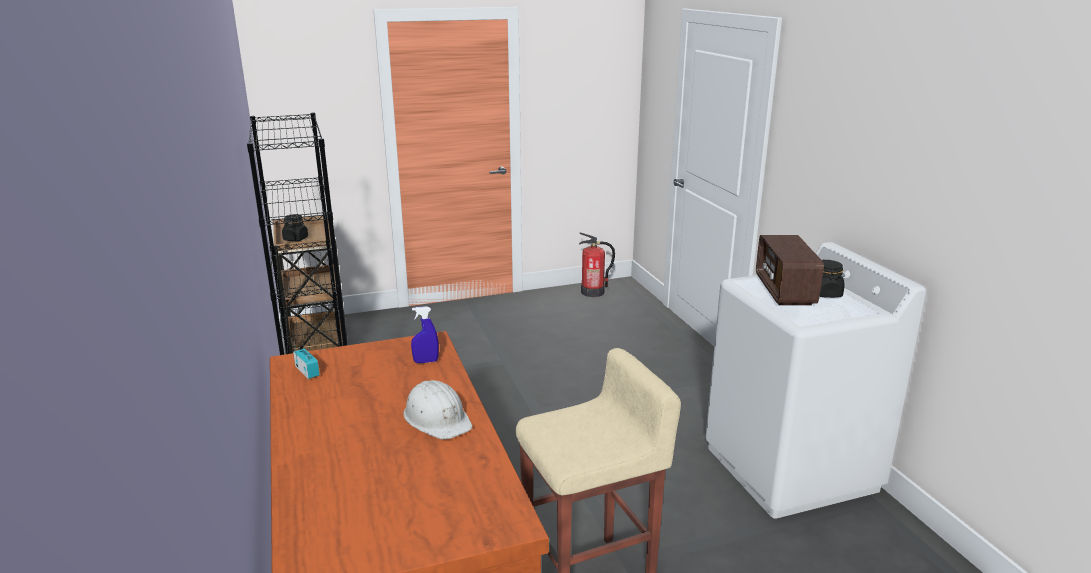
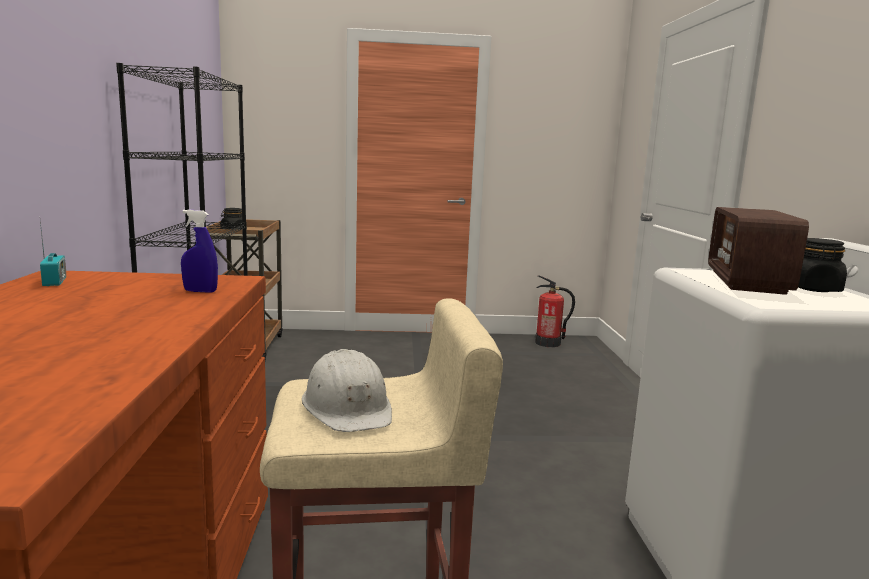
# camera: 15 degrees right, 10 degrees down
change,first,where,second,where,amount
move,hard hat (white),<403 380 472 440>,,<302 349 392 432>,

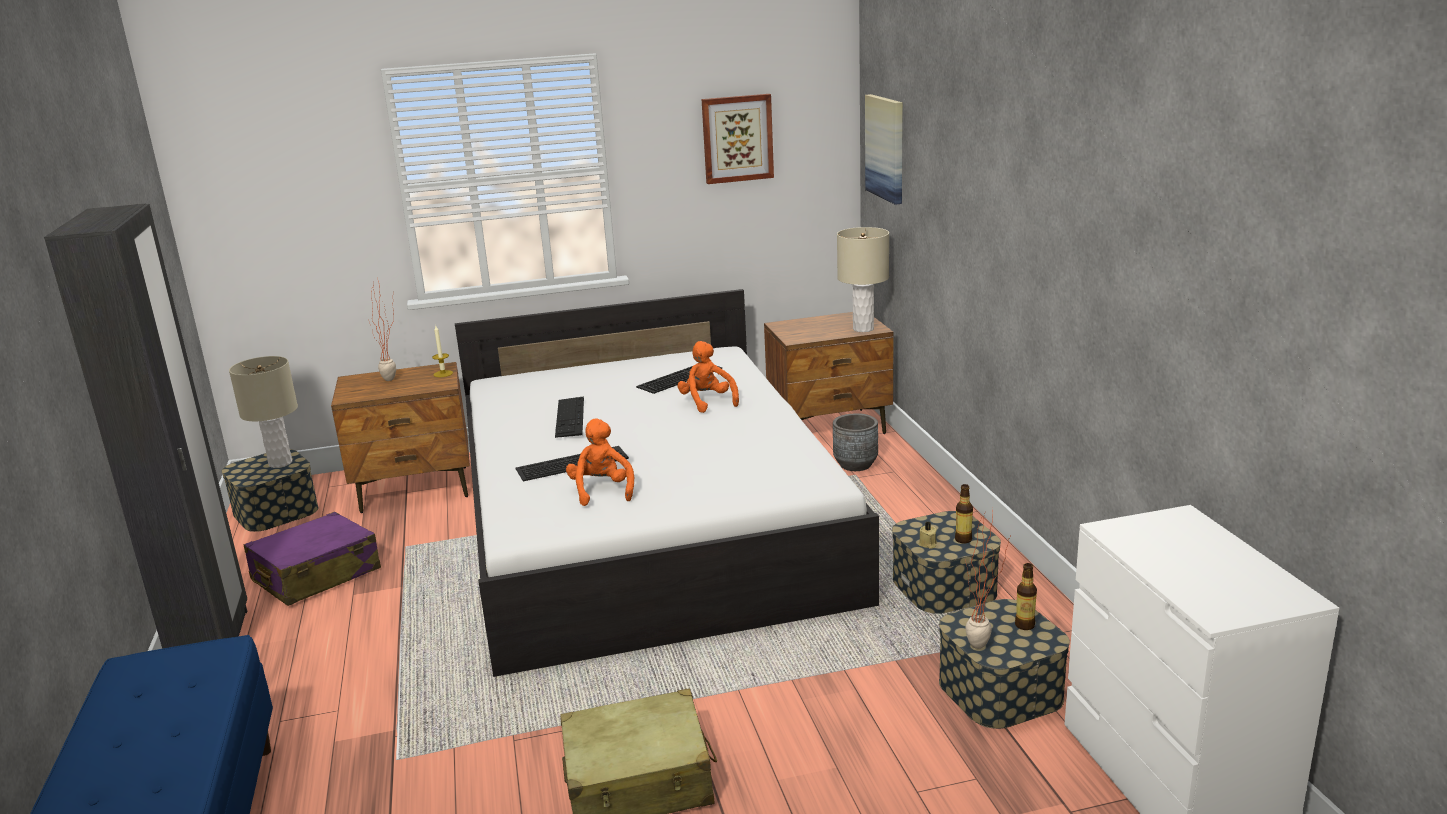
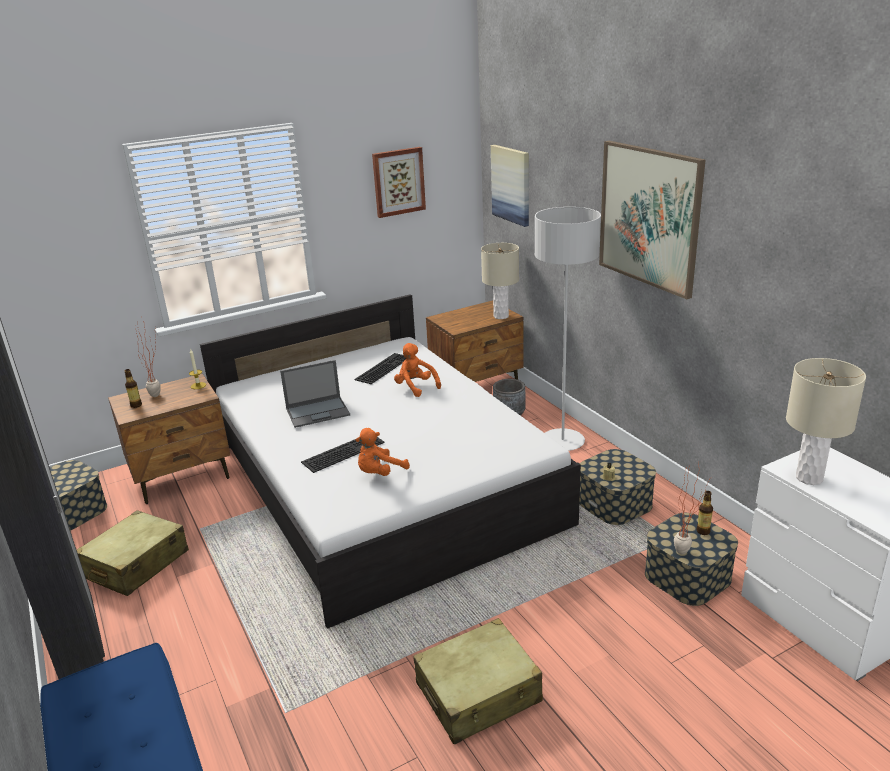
# camera: 15 degrees left, 5 degrees up
change,first,where,second,where,amount
move,table lamp (beige),<229 356 298 468>,,<786 358 866 485>,
replace,keyboard,<555 396 584 438>,laptop,<280 360 350 428>,
rotate,plush toy (orange),<566 419 634 506>,,<355 428 410 476>,105 degrees counterclockwise
move,bottle,<955 484 973 543>,,<125 369 142 408>,
recolor,suitcase (purple),<243 512 381 606>,suitcase (beige),<77 510 189 596>,
insert,,,picture,<599 141 705 299>,
insert,,,floor lamp (grey),<535 207 601 451>,

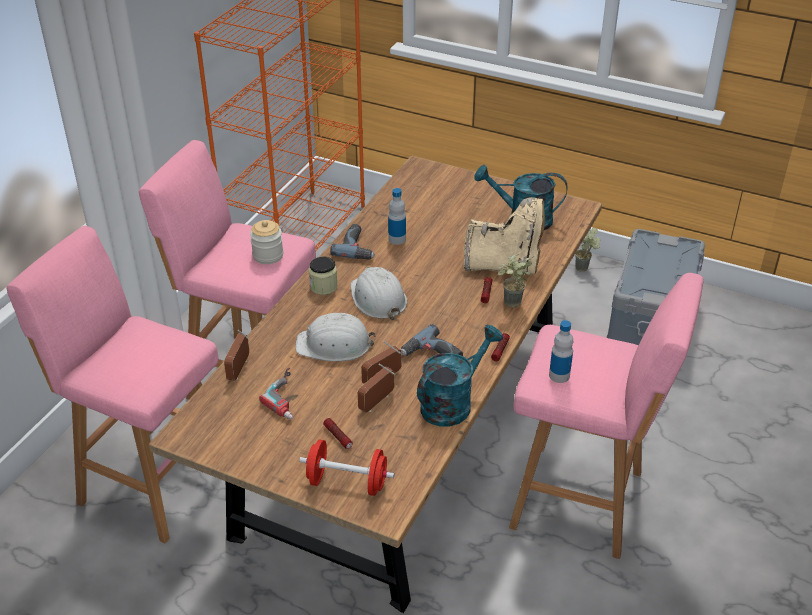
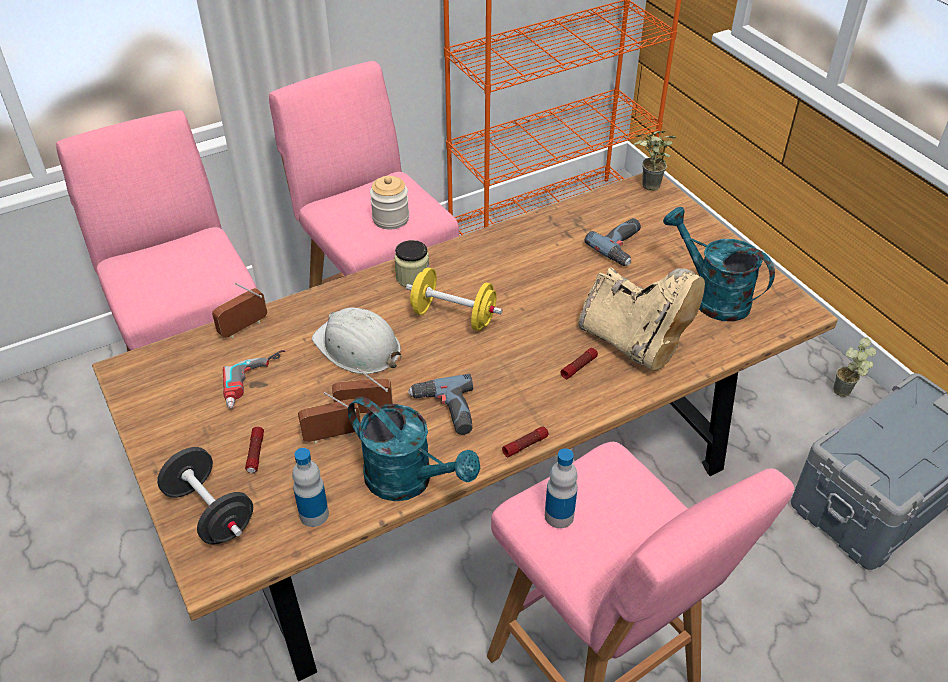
# camera: 35 degrees right, 5 degrees up
change,first,where,second,where,amount
move,bottle,<388 188 406 245>,,<292 448 329 527>,
move,power drill,<330 224 375 260>,,<584 218 641 266>,
move,potted plant,<498 254 534 308>,,<634 131 676 191>,
replace,hard hat (white),<351 267 407 320>,dumbbell (yellow),<406 267 502 331>,
rotate,watering can (turquoise),<417 325 503 427>,,<348 397 480 501>,45 degrees clockwise
recolor,dumbbell (red),<299 439 395 496>,dumbbell (black),<157 447 253 545>,

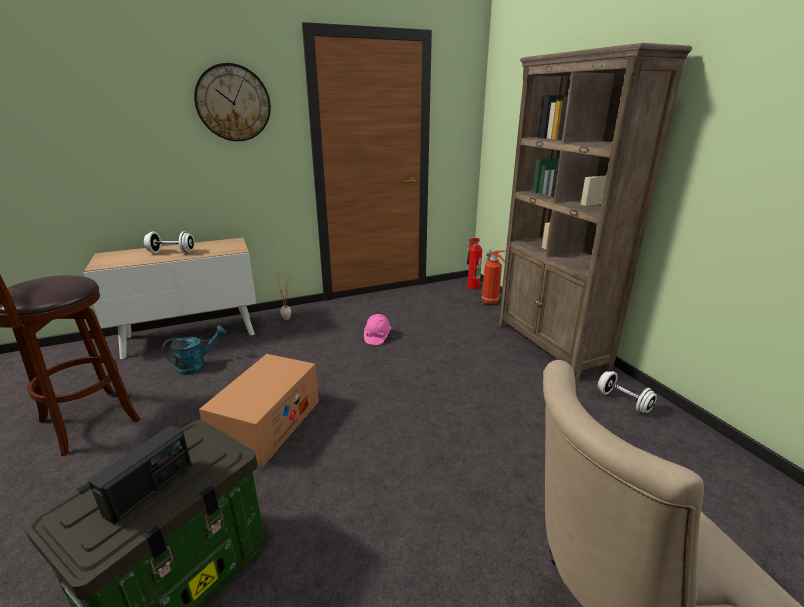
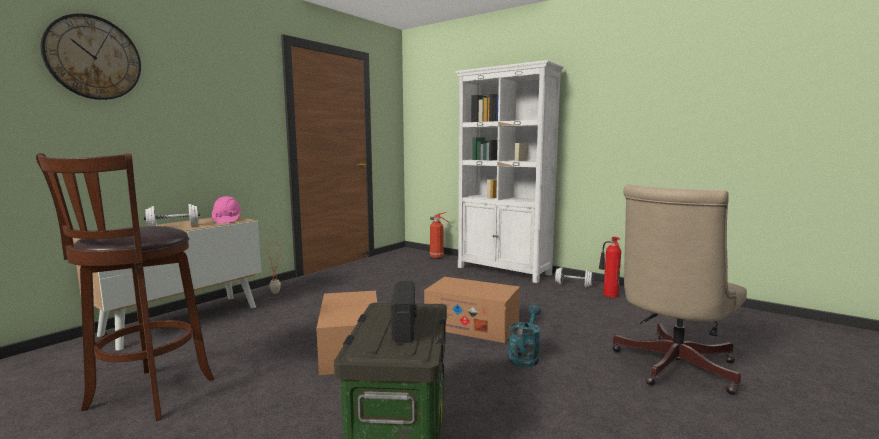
# camera: 30 degrees left, 15 degrees down
change,first,where,second,where,amount
recolor,bookcase (brown),<498 43 692 382>,bookcase (white),<455 60 564 283>,
move,wall clock,<194 63 271 141>,,<41 13 141 100>,
move,fire extinguisher,<467 238 482 289>,,<599 237 621 298>,
move,hard hat (pink),<364 314 391 345>,,<212 196 242 223>,
move,watering can (turquoise),<162 325 226 375>,,<508 305 541 367>,
insert,,,cardboard box,<424 277 520 343>,

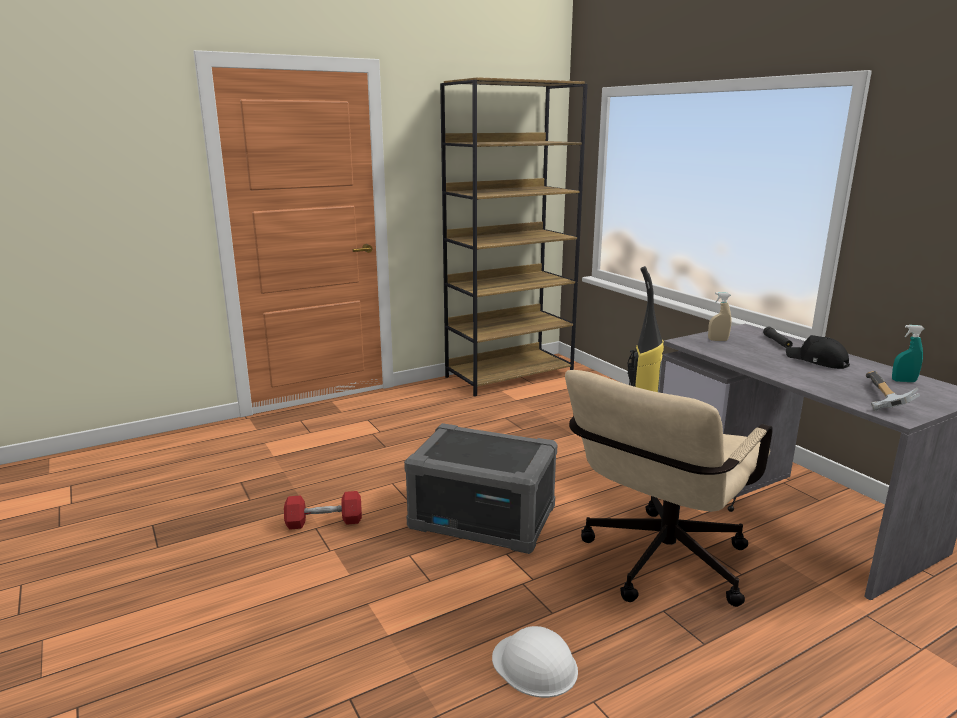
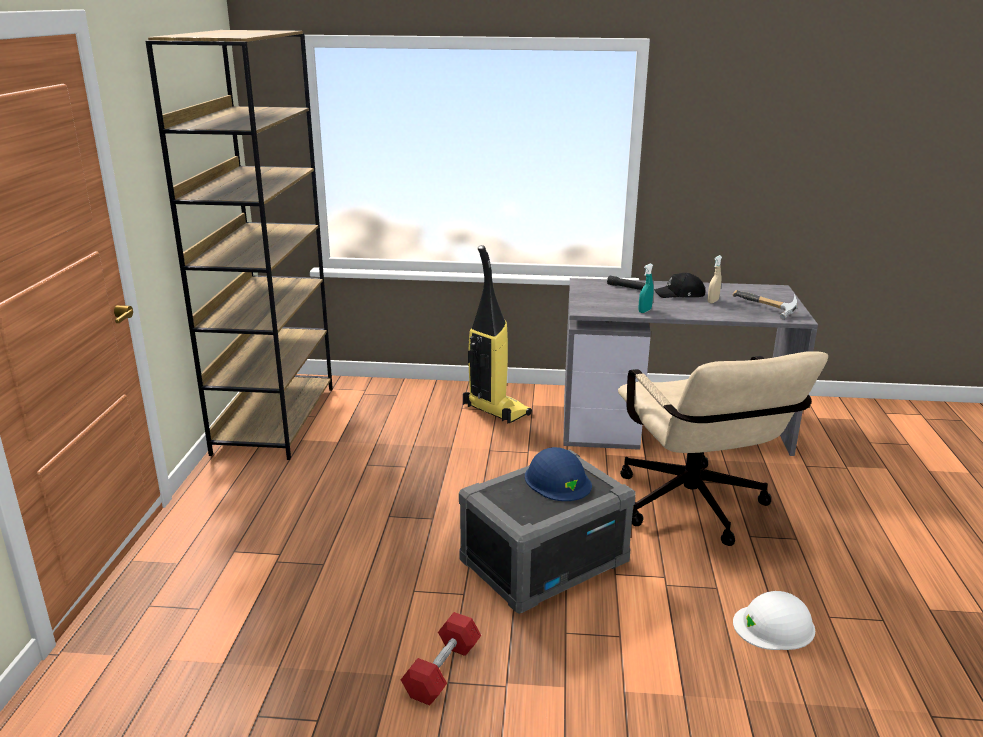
# camera: 55 degrees left, 5 degrees up
change,first,where,second,where,amount
move,spray bottle (beige),<708 292 732 341>,,<708 255 722 304>,
move,spray bottle (turquoise),<892 325 925 382>,,<638 264 654 313>,
insert,,,hard hat (blue),<525 447 592 501>,

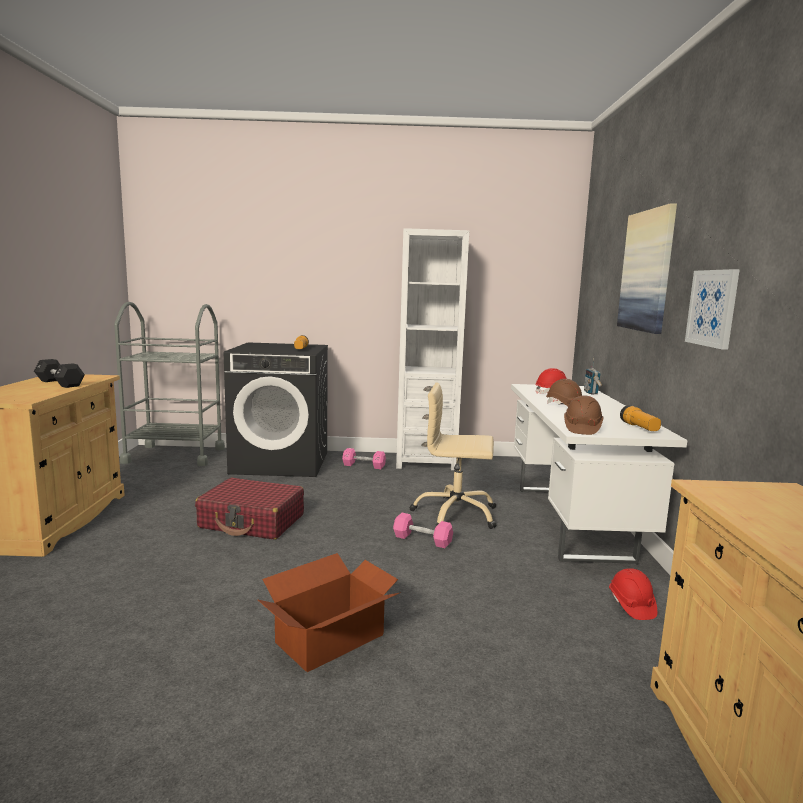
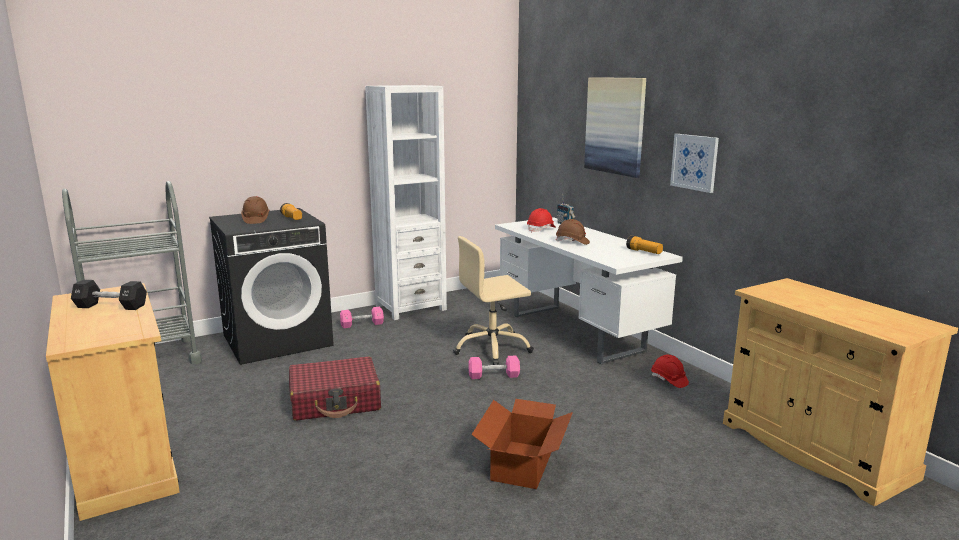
# camera: 30 degrees left, 5 degrees up
change,first,where,second,where,amount
move,hard hat (brown),<564 395 603 435>,,<241 196 269 224>,

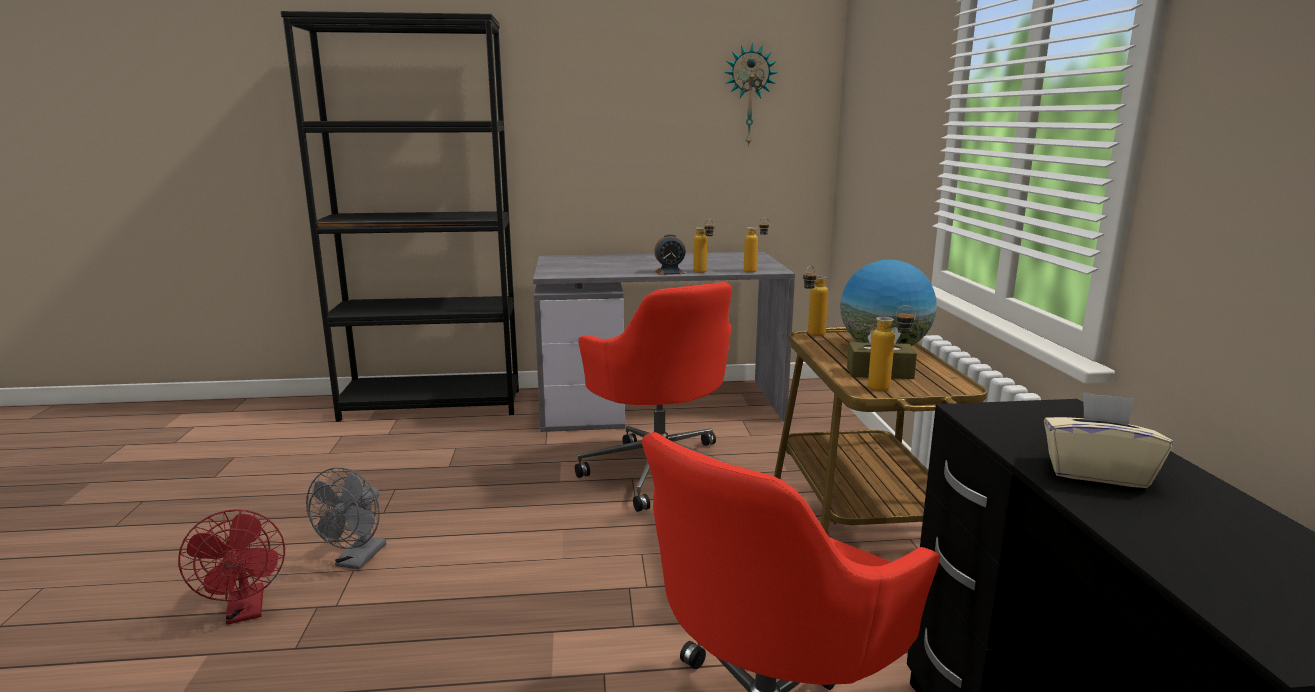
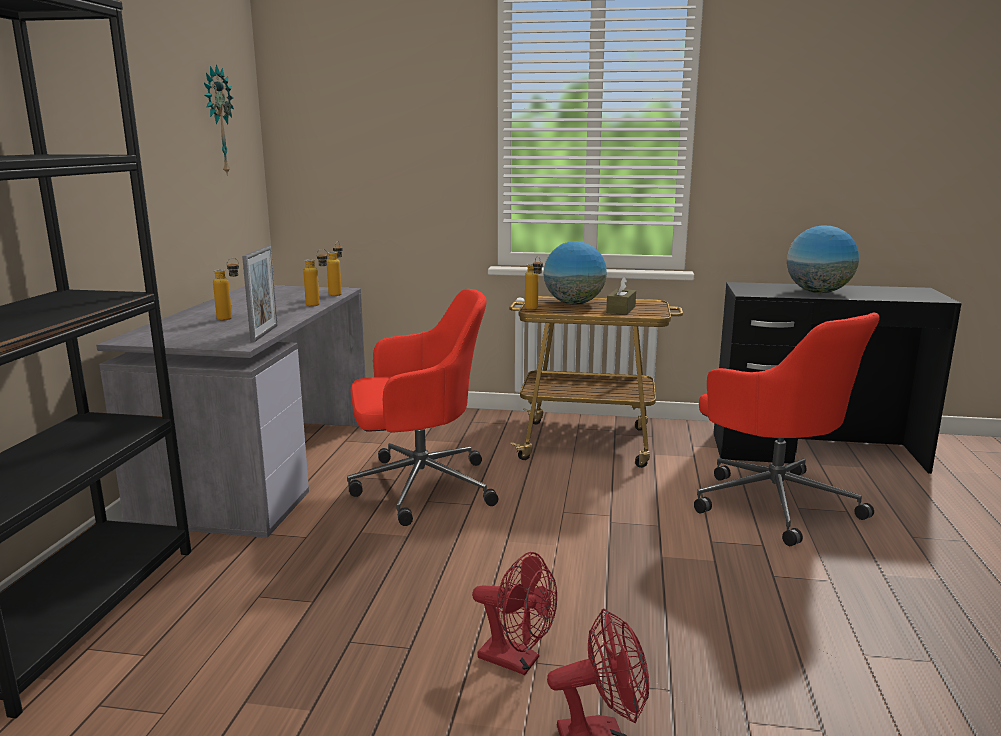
# camera: 75 degrees left, 0 degrees up
change,first,where,second,where,amount
delete,alarm clock,<654 234 686 275>,,,
move,bottle,<868 305 916 391>,,<213 258 239 320>,
replace,tissue box (beige),<1044 392 1173 488>,globe,<787 225 859 293>,
recolor,fan (grey),<306 467 386 570>,fan (red),<472 552 557 675>,
insert,,,picture frame,<242 246 278 343>,

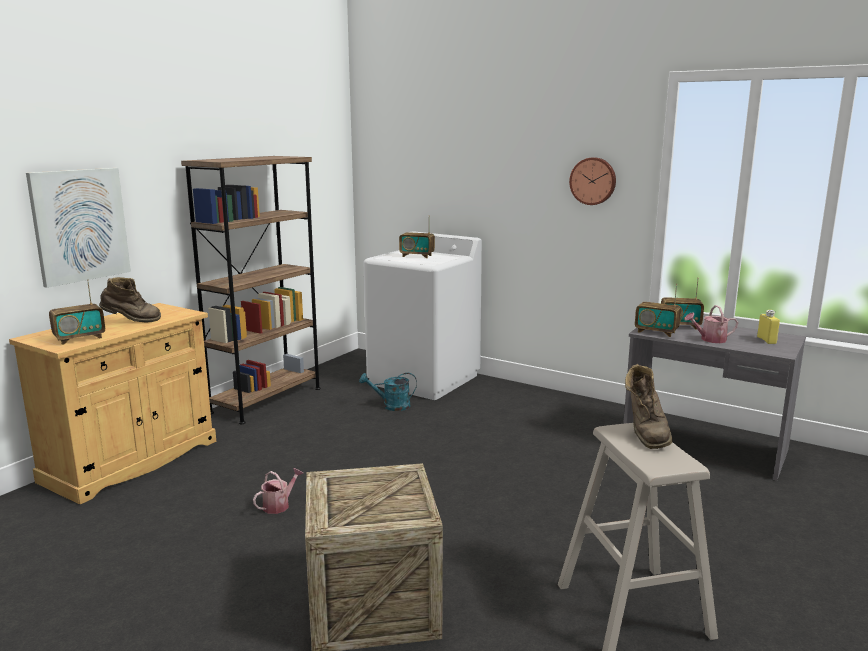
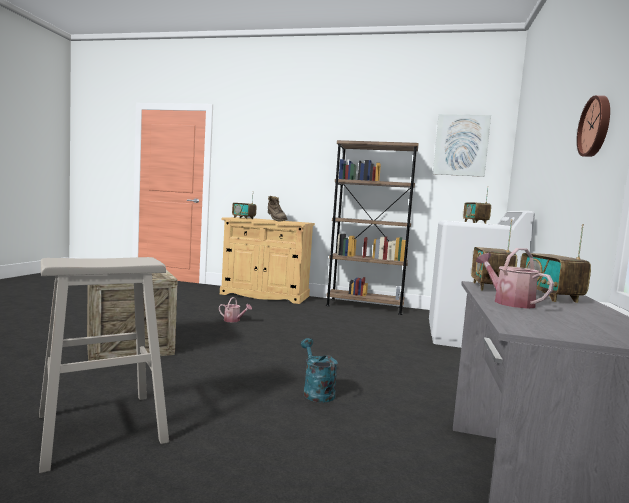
# camera: 70 degrees right, 10 degrees down
change,first,where,second,where,amount
move,picture,<26 168 131 288>,,<433 114 491 177>,
delete,bottle (yellow),<757 310 780 344>,,,
delete,boot (brown),<625 364 672 449>,,,
move,watering can (turquoise),<359 373 417 411>,,<301 338 338 403>,

